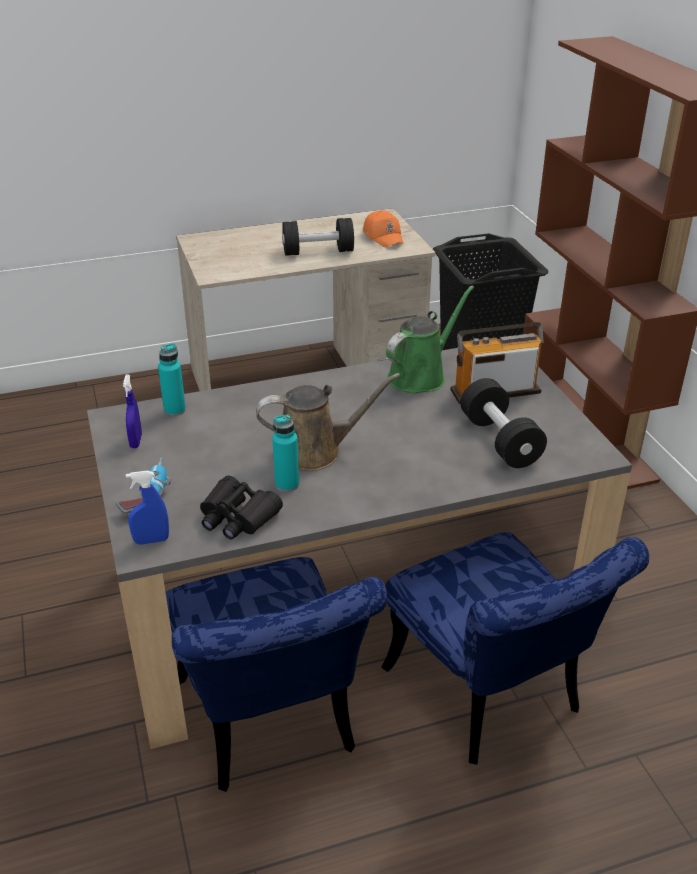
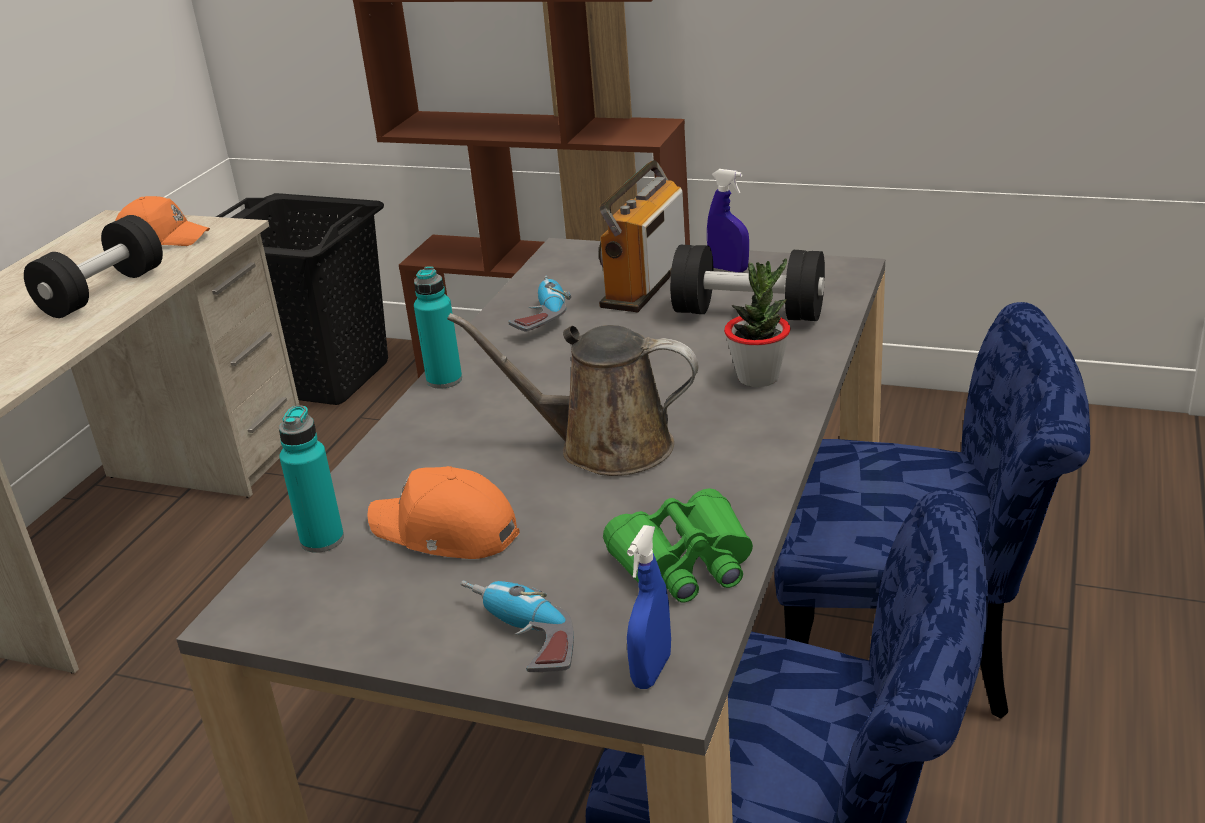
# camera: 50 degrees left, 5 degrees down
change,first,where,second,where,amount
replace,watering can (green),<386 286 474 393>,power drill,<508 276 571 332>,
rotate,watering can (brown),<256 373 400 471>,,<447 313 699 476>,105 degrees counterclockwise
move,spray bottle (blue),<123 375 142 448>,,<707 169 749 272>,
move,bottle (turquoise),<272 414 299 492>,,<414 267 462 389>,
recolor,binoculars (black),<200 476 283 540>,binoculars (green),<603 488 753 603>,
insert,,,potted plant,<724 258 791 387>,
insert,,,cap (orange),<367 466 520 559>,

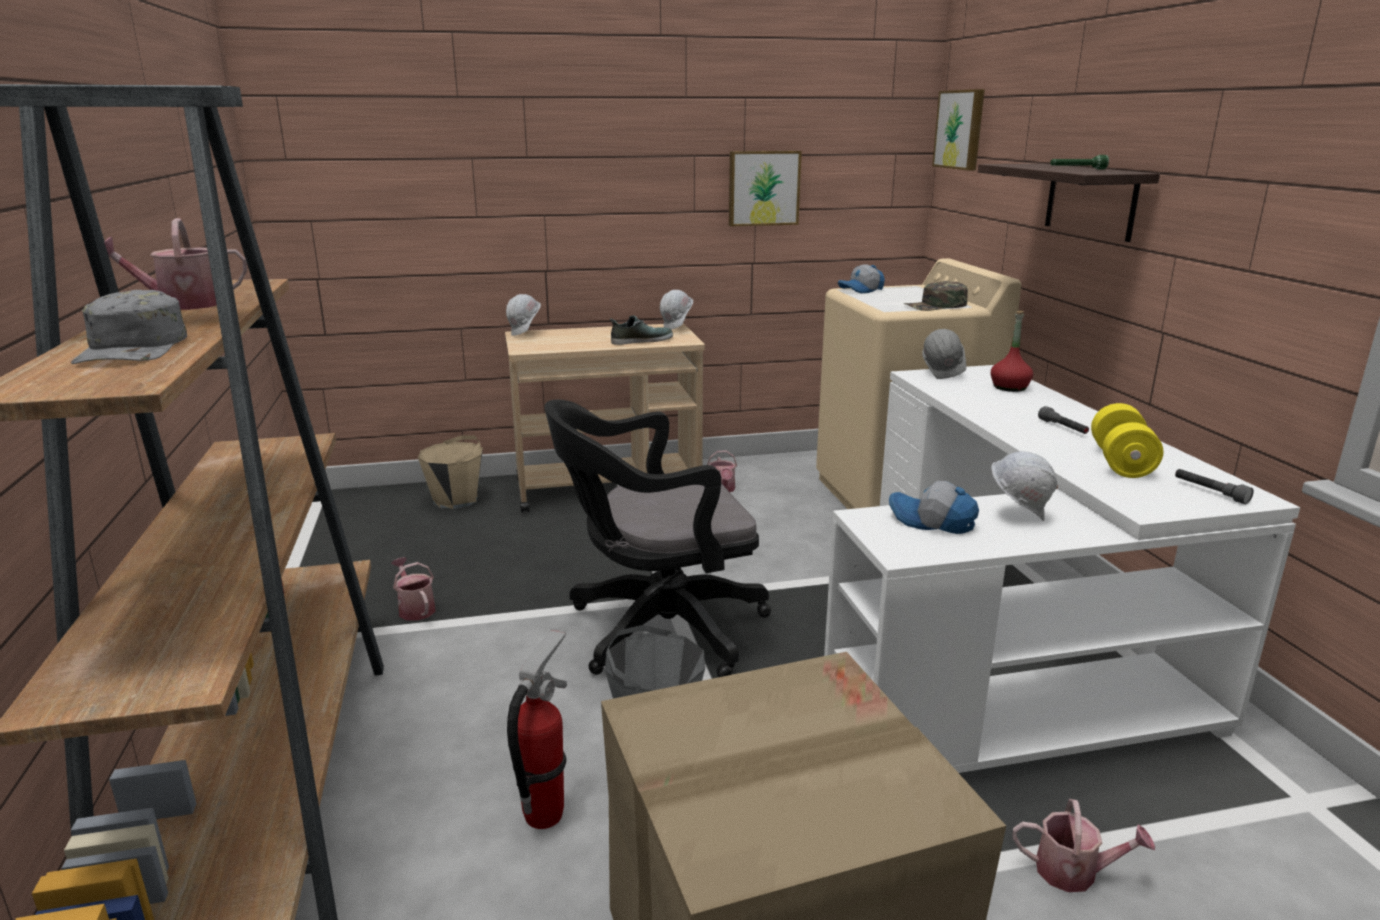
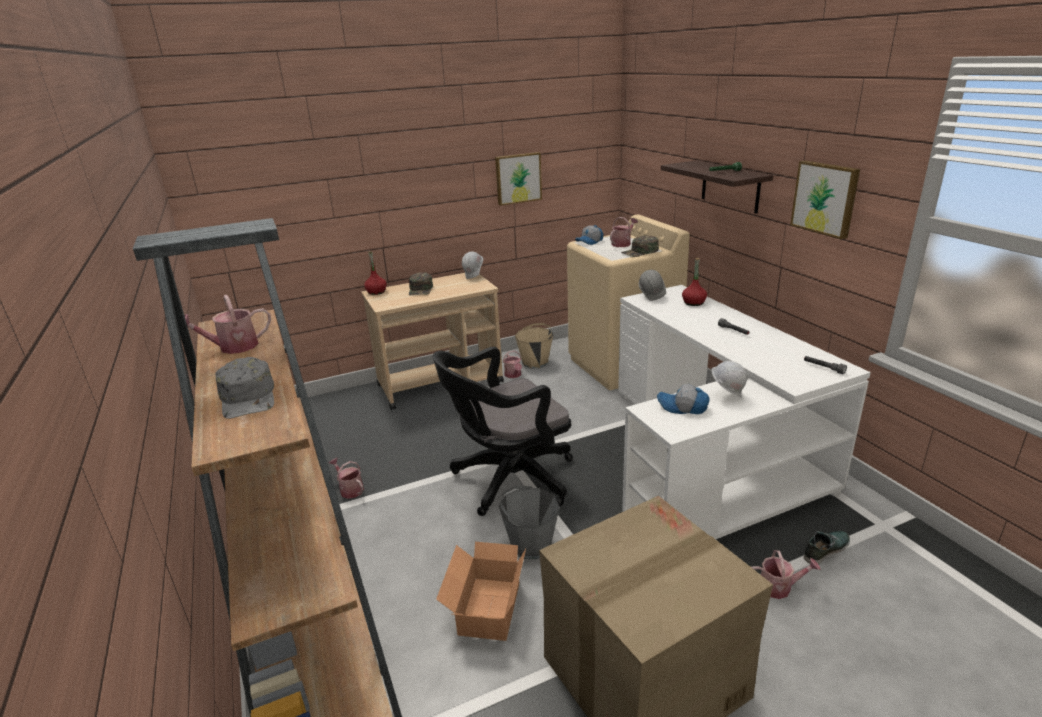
# camera: 10 degrees left, 5 degrees up
change,first,where,second,where,amount
move,picture,<932 89 985 170>,,<790 161 860 239>,
replace,hard hat (white),<506 294 541 336>,bottle (red),<364 252 387 295>,
move,shoe,<610 316 673 345>,,<804 531 850 564>,
delete,dumbbell (yellow),<1091 403 1163 478>,,,
move,bucket (beige),<418 436 483 509>,,<515 323 553 369>,
replace,fire extinguisher,<507 629 567 829>,cardboard box,<436 542 526 641>,
insert,,,watering can,<610 217 638 247>,
insert,,,cap (green),<409 272 433 295>,

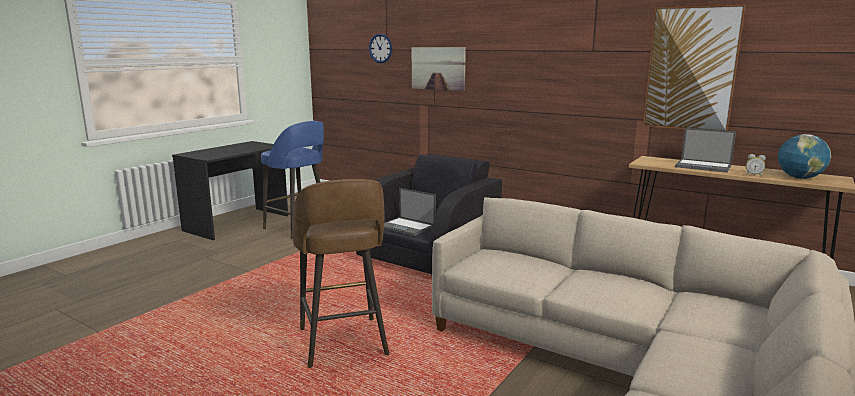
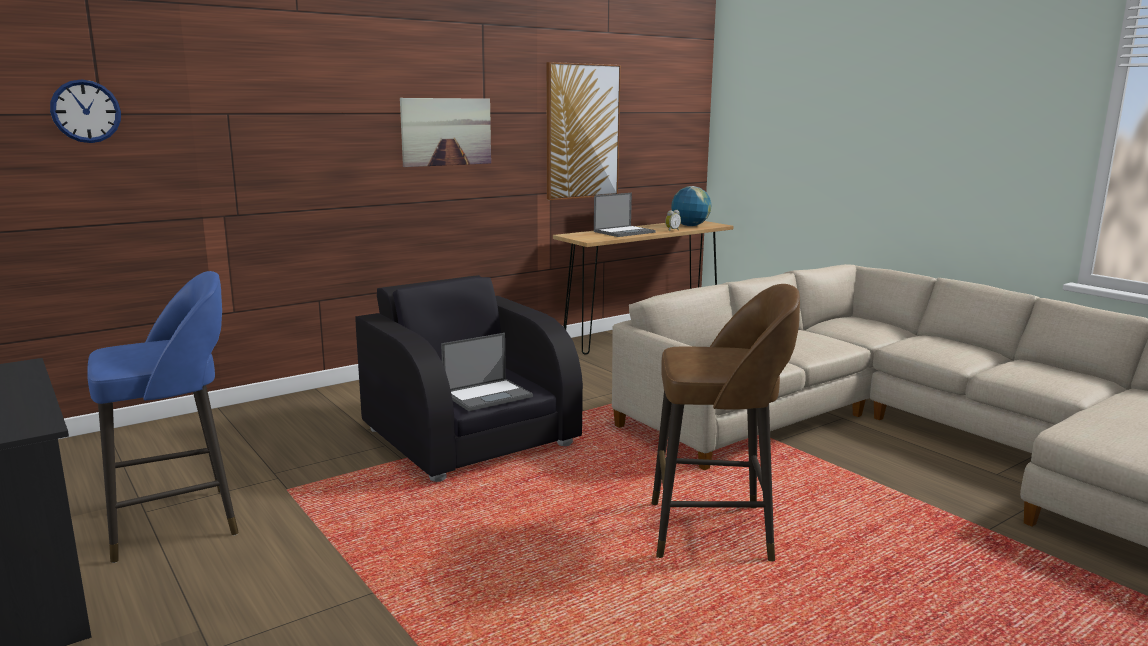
# camera: 70 degrees left, 0 degrees up
change,first,where,second,where,amount
move,picture,<412 47 466 91>,,<400 98 491 167>,

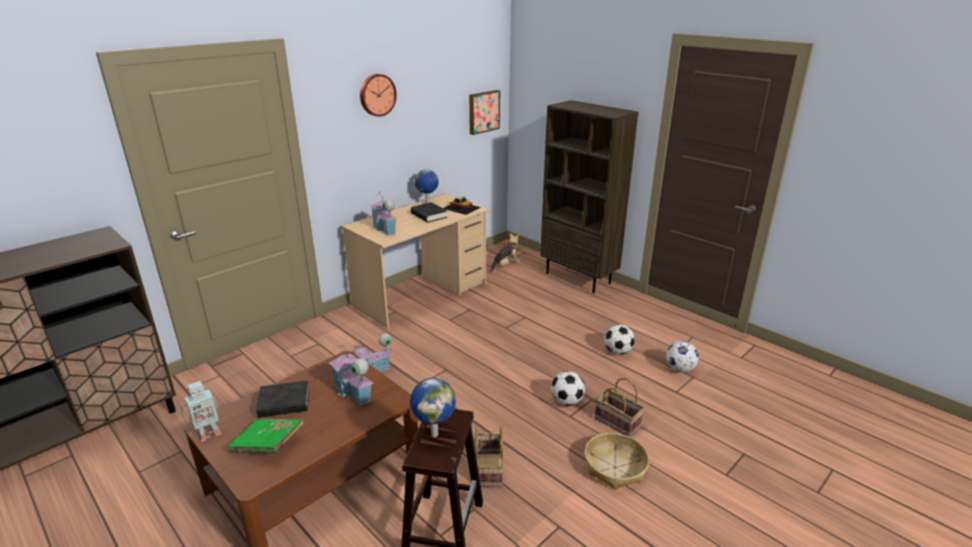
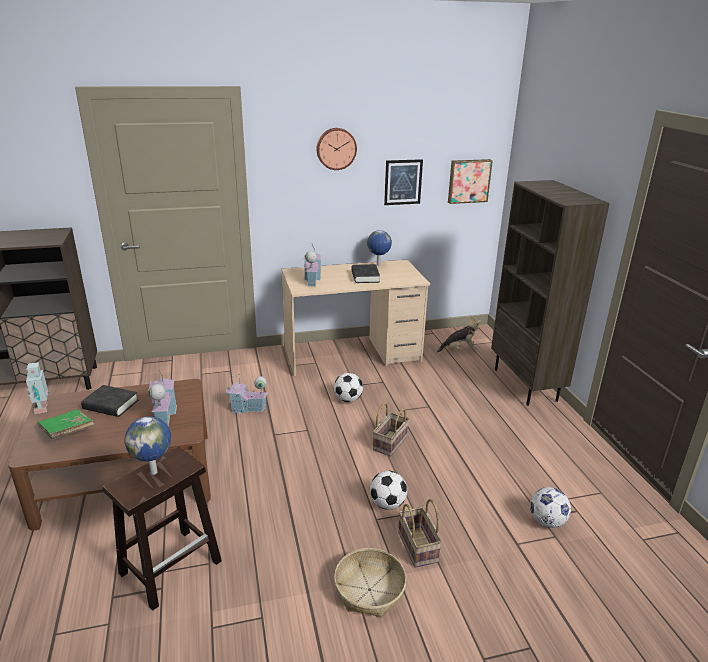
# camera: 30 degrees right, 0 degrees up
change,first,where,second,where,amount
delete,toy car,<443 196 481 215>,,,
move,football,<604 324 635 355>,,<334 373 363 402>,
rotate,toy robot,<181 381 222 442>,,<26 362 50 414>,75 degrees clockwise
move,basket,<476 426 504 487>,,<373 403 409 457>,
insert,,,picture,<384 159 423 205>,

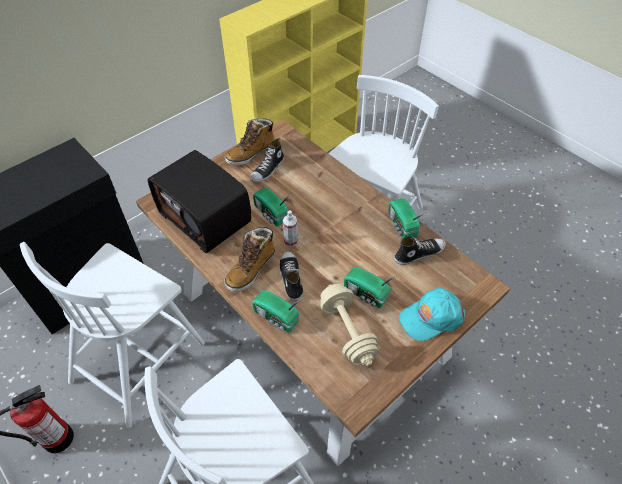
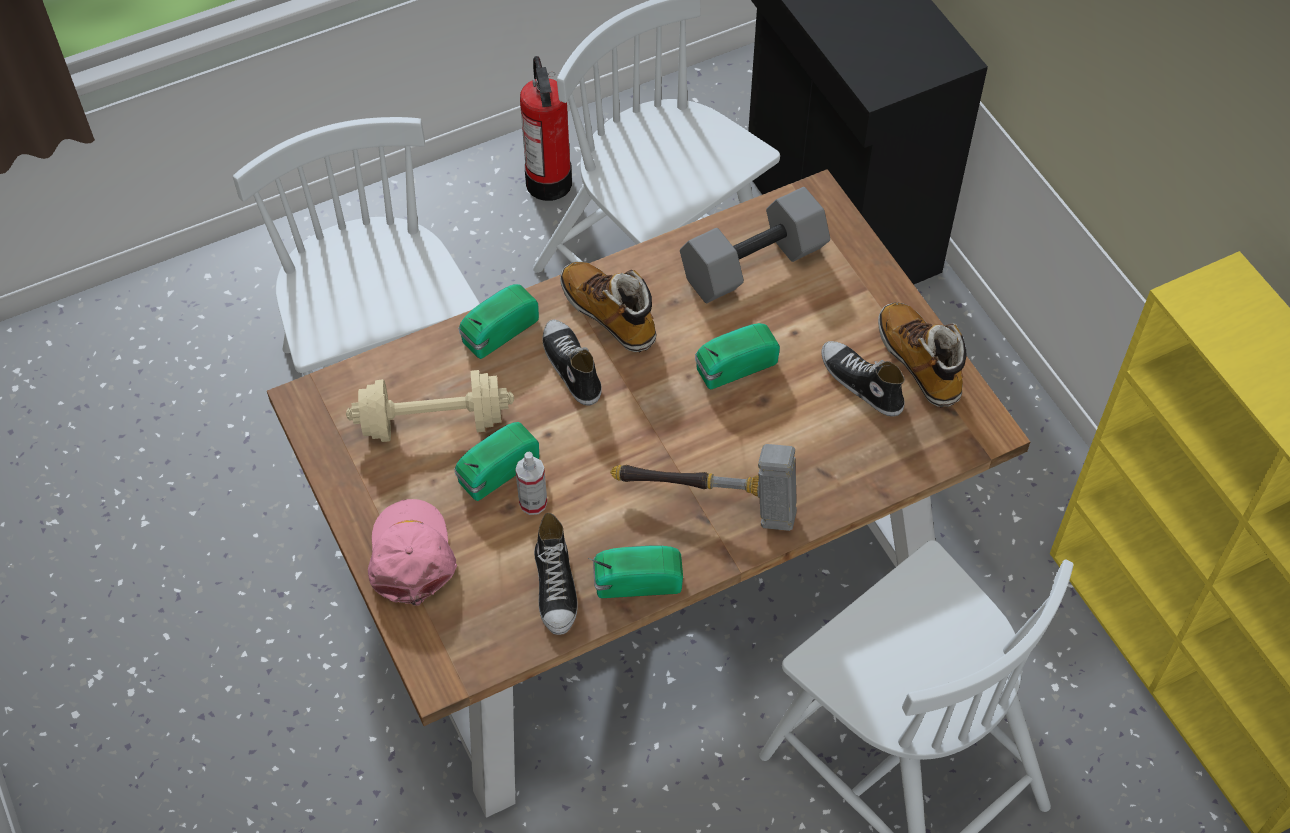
# camera: 105 degrees right, 5 degrees up
change,first,where,second,where,amount
replace,radio,<147 150 251 253>,dumbbell (grey),<680 187 830 303>,
move,spray bottle,<283 210 298 247>,,<515 451 547 515>,
rotate,shoe,<280 251 303 301>,,<542 320 602 405>,120 degrees counterclockwise
recolor,cap (turquoise),<399 288 465 341>,cap (pink),<368 499 457 606>,
insert,,,hammer,<610 444 797 531>,

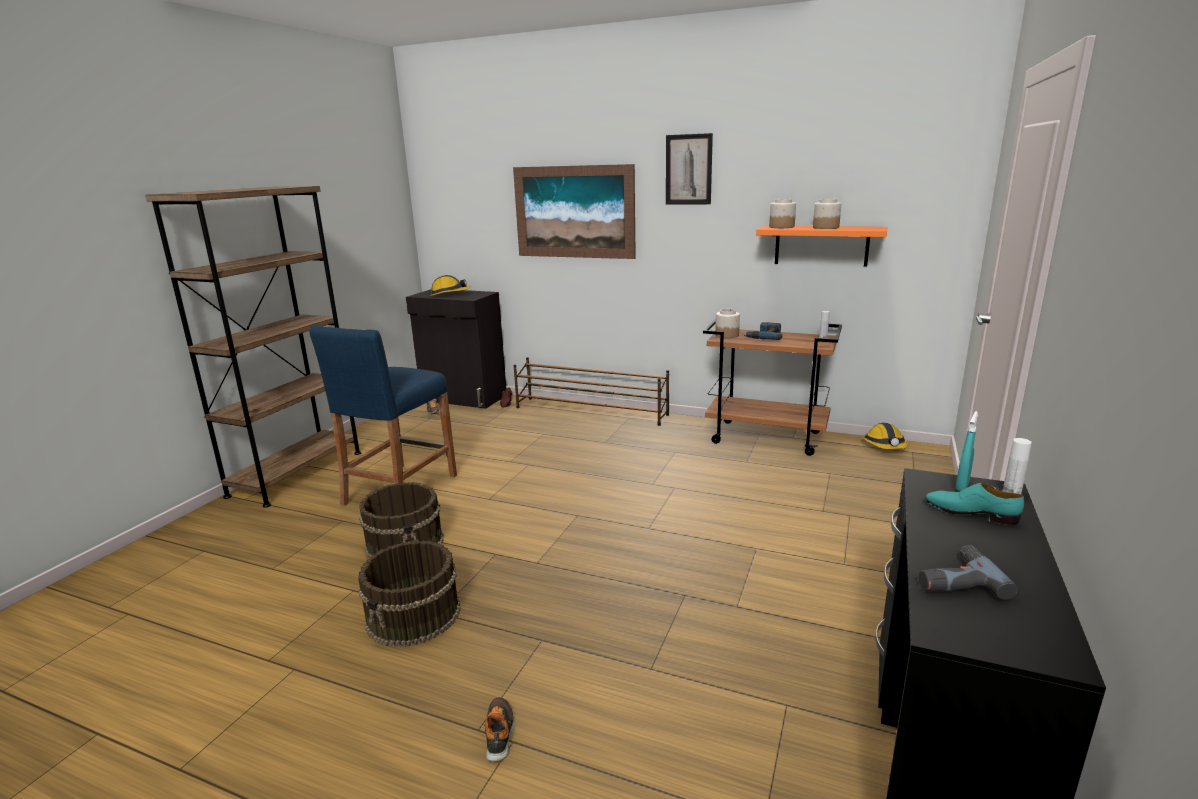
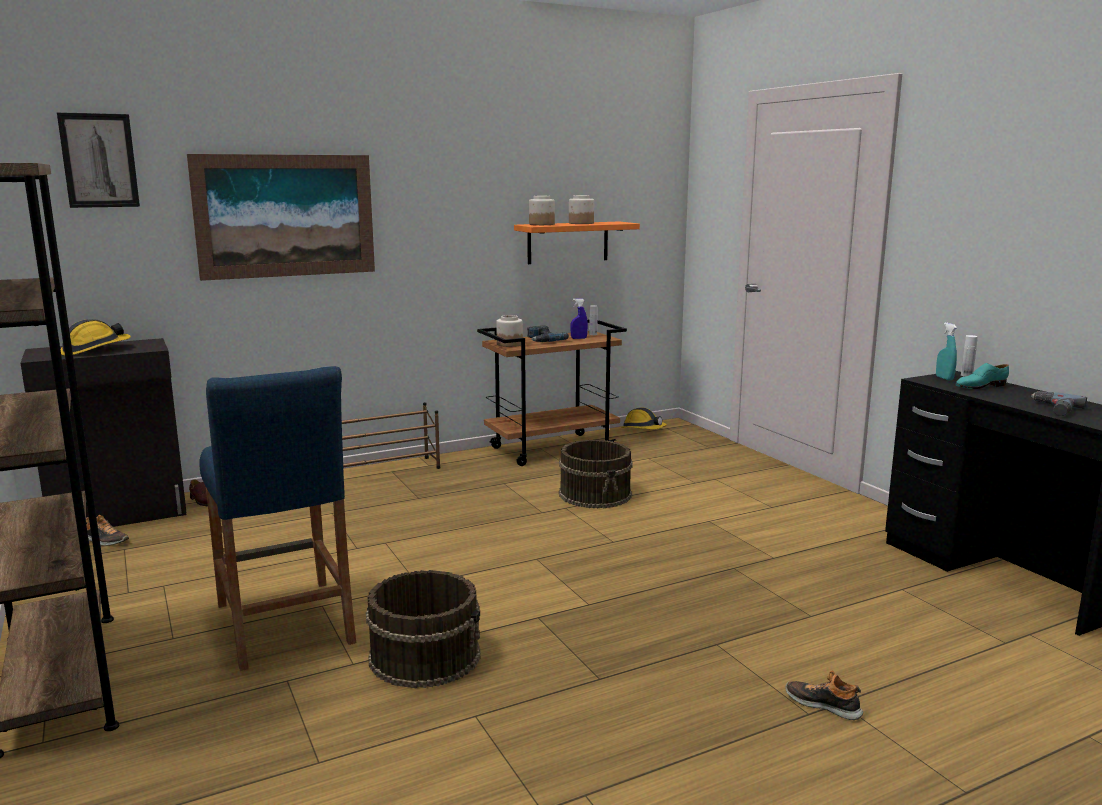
# camera: 50 degrees left, 5 degrees down
change,first,where,second,where,amount
move,picture,<666 133 713 204>,,<57 112 140 208>,
move,bucket (brown),<358 541 461 647>,,<559 440 632 509>,
insert,,,spray bottle (blue),<570 298 588 339>,

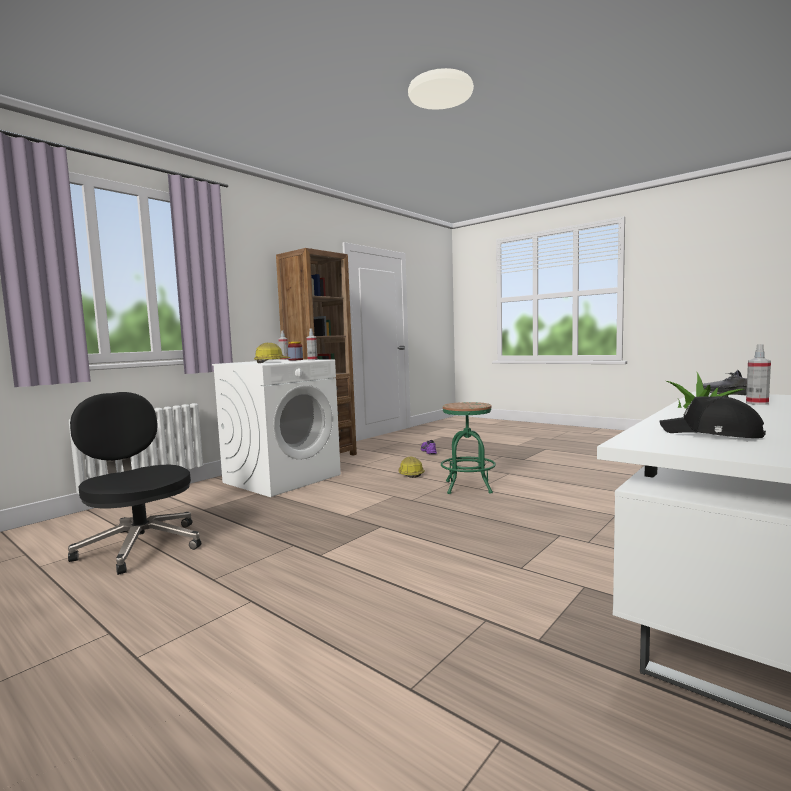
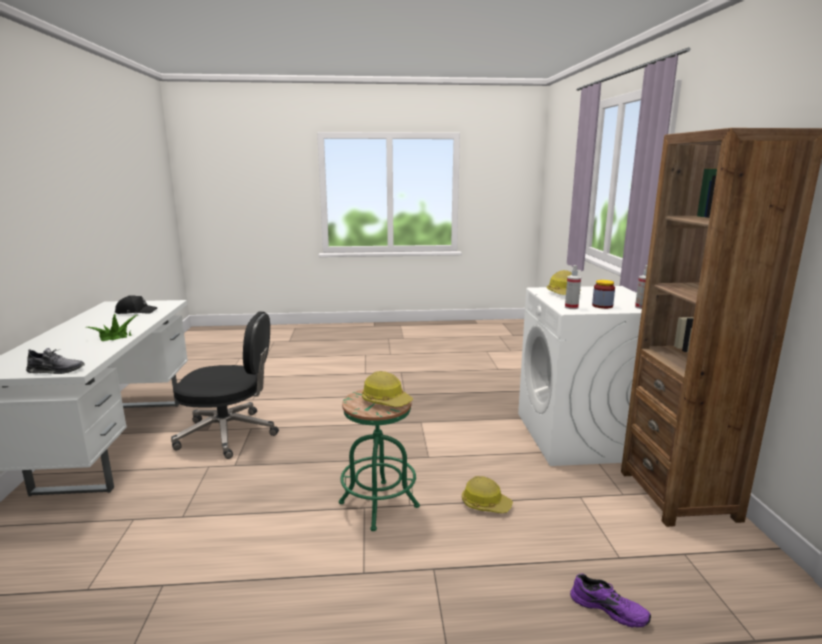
# camera: 135 degrees right, 10 degrees up
change,first,where,second,where,amount
delete,spray bottle,<746 344 771 405>,,,
move,office chair (black),<68 392 201 575>,,<171 311 279 459>,
insert,,,hard hat,<362 371 413 407>,

